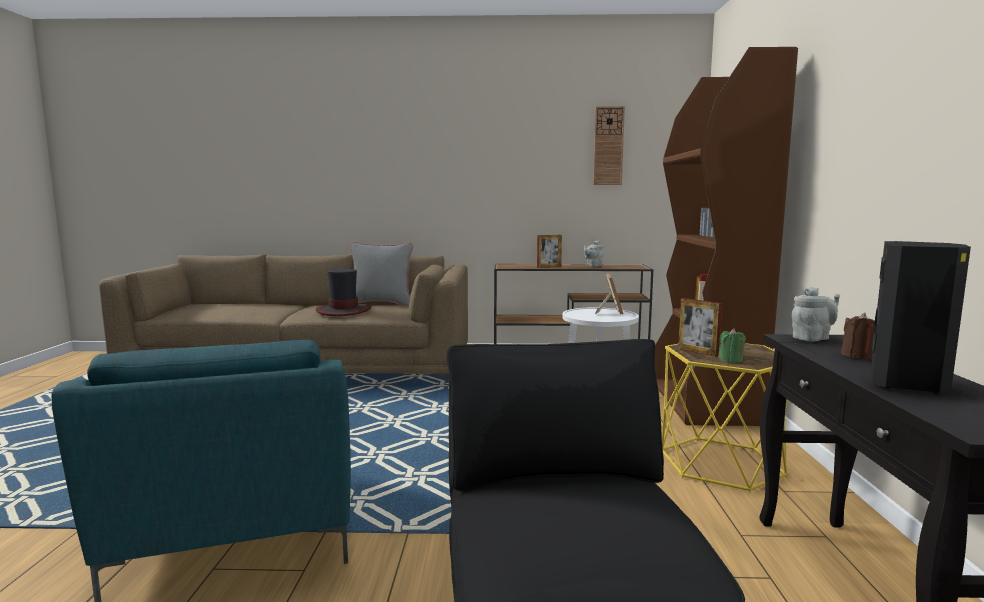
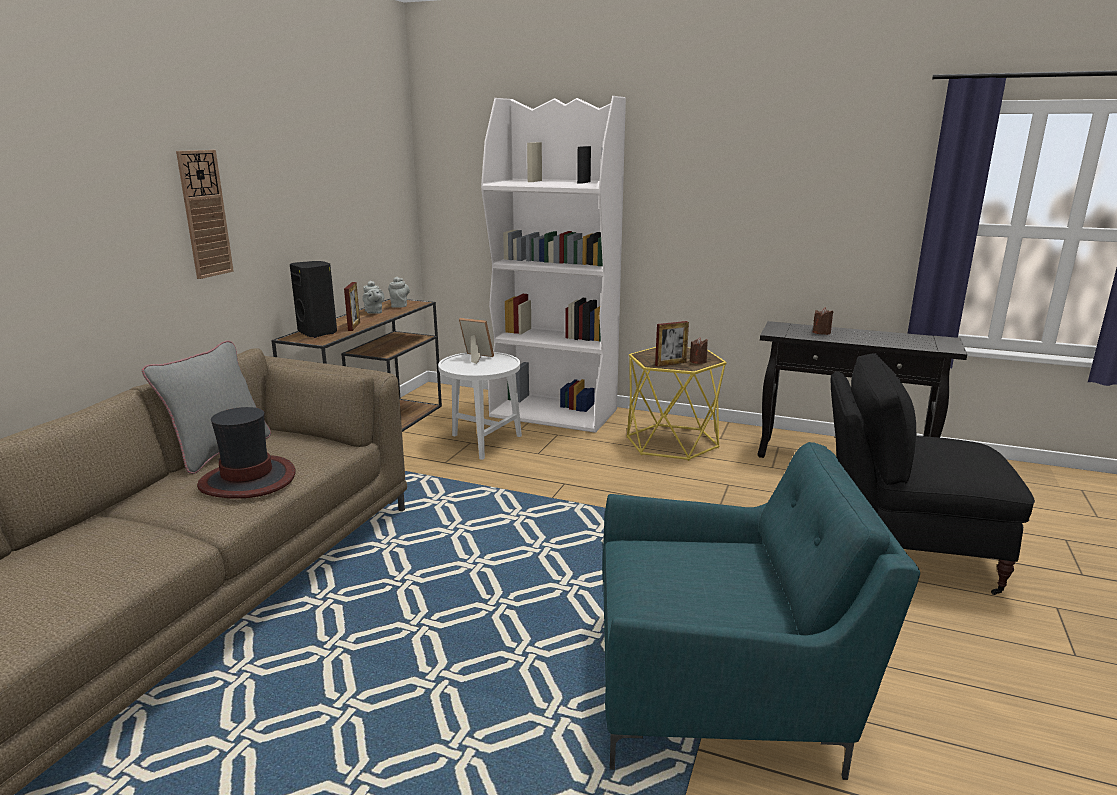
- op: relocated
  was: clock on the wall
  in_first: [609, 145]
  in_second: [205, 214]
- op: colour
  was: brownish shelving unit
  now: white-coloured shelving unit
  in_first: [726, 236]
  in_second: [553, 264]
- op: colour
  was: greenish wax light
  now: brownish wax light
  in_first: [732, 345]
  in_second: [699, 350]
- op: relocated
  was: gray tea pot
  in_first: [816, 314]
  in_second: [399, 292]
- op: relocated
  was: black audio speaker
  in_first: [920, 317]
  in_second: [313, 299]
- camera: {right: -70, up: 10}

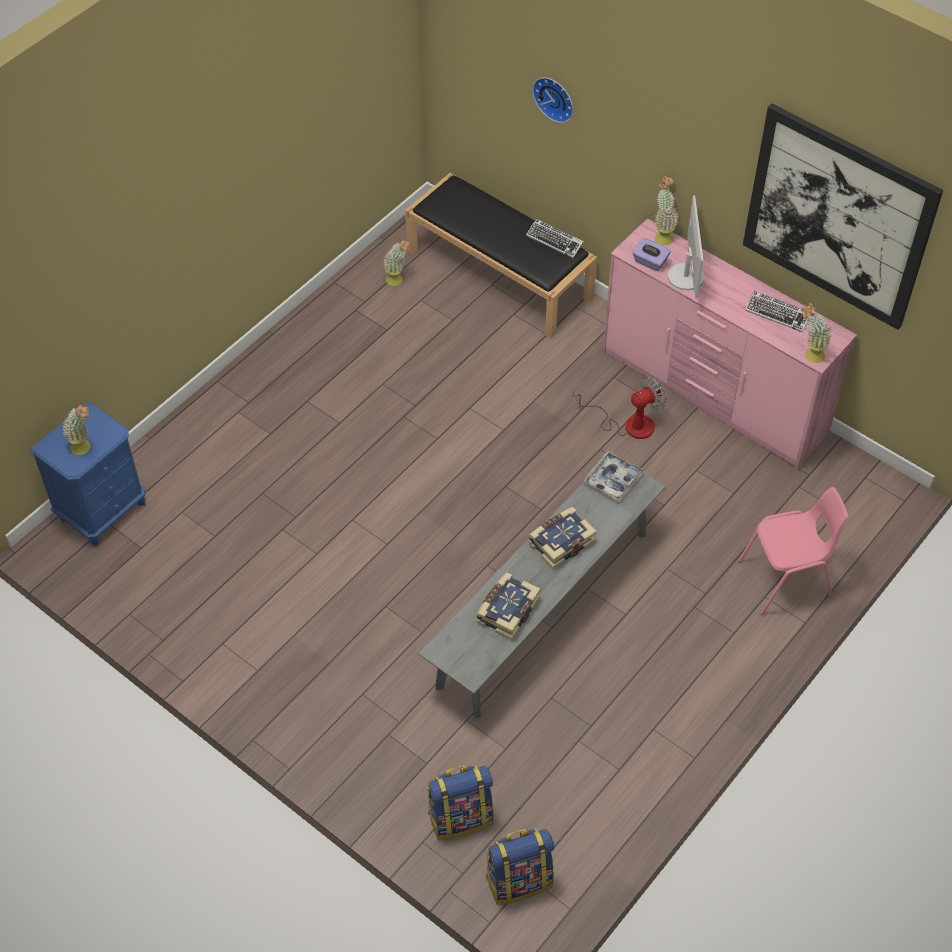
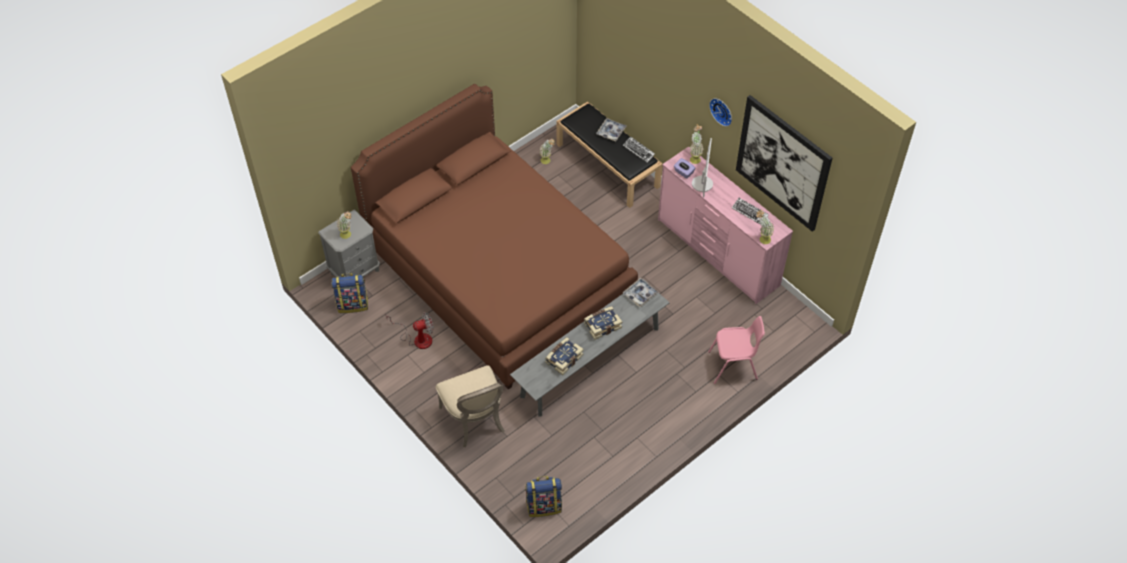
- op: colour
  was: bluish nightstand
  now: gray nightstand
  in_first: [87, 474]
  in_second: [349, 243]
- op: relocated
  was: backpack
  in_first: [461, 802]
  in_second: [349, 293]
- op: relocated
  was: clock on the wall
  in_first: [552, 100]
  in_second: [720, 112]
- op: relocated
  was: electric fan
  in_first: [620, 407]
  in_second: [409, 330]
- op: appeared
  now: brownish sleeping bed
  in_second: [494, 237]
- op: appeared
  now: beige upright chair
  in_second: [470, 406]
- op: appeared
  now: serving tray
  in_second: [611, 129]
- camera: {right: 10, up: 0}

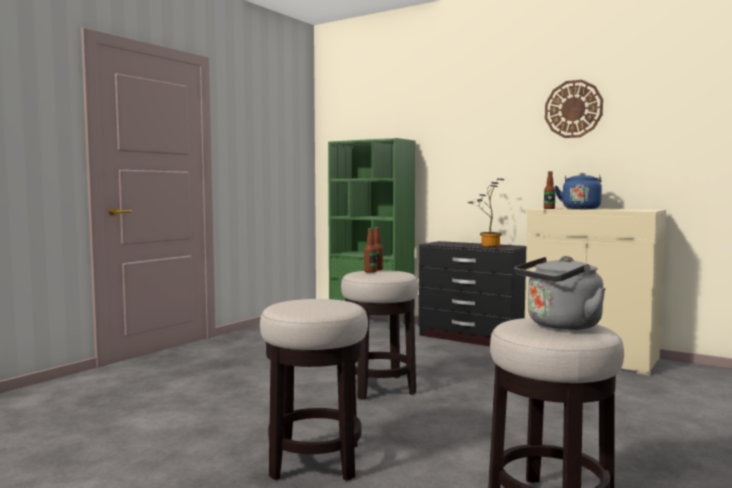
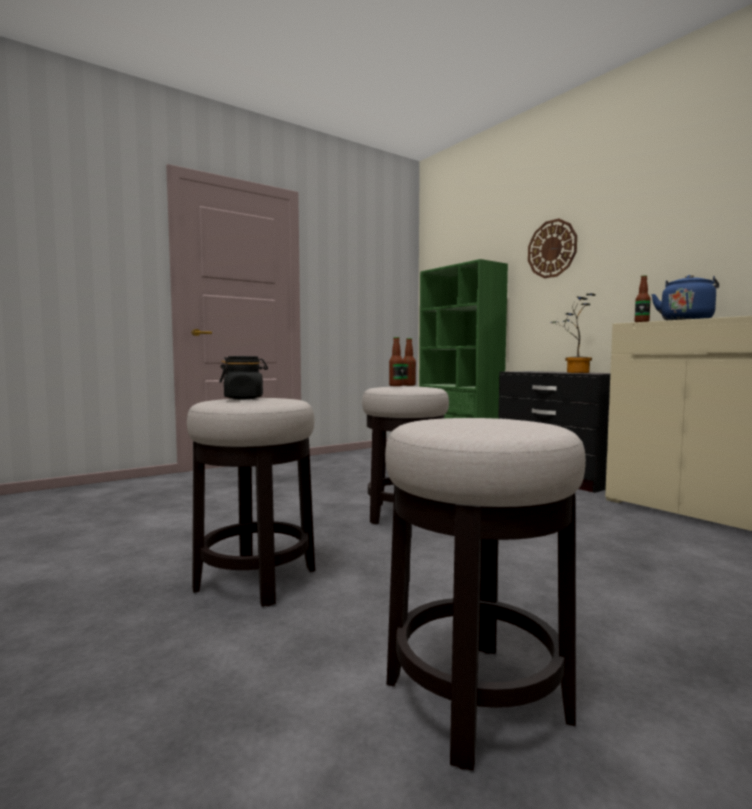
- op: missing
  was: gray water kettle
  in_first: [560, 293]
- op: relocated
  was: clock on the wall
  in_first: [574, 109]
  in_second: [552, 248]
- op: appeared
  now: black storage jar
  in_second: [243, 377]
- camera: {right: 20, up: 0}

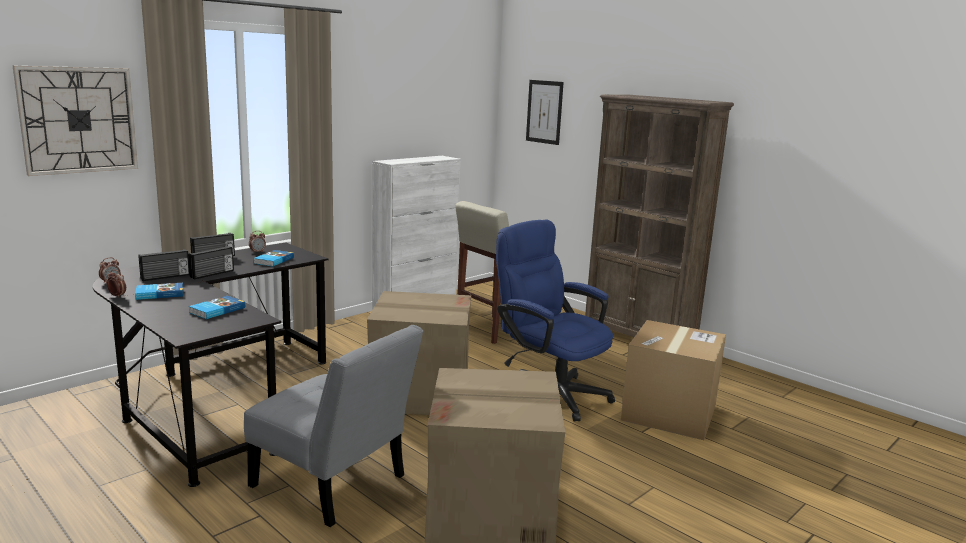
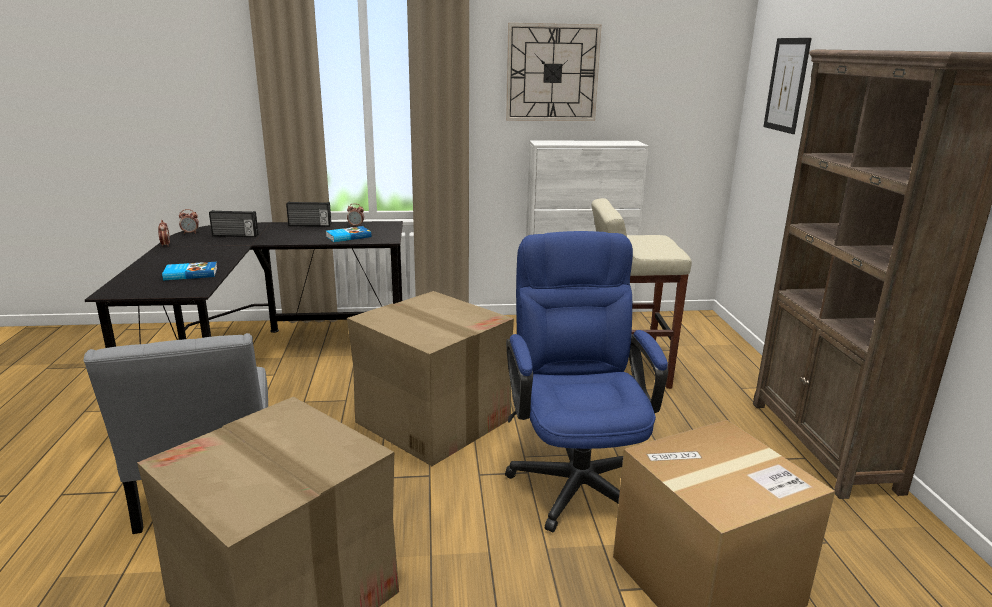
- op: relocated
  was: clock on the wall
  in_first: [75, 121]
  in_second: [554, 72]
- op: missing
  was: bound book
  in_first: [159, 291]
- op: missing
  was: radio
  in_first: [211, 262]
- camera: {right: 40, up: 5}

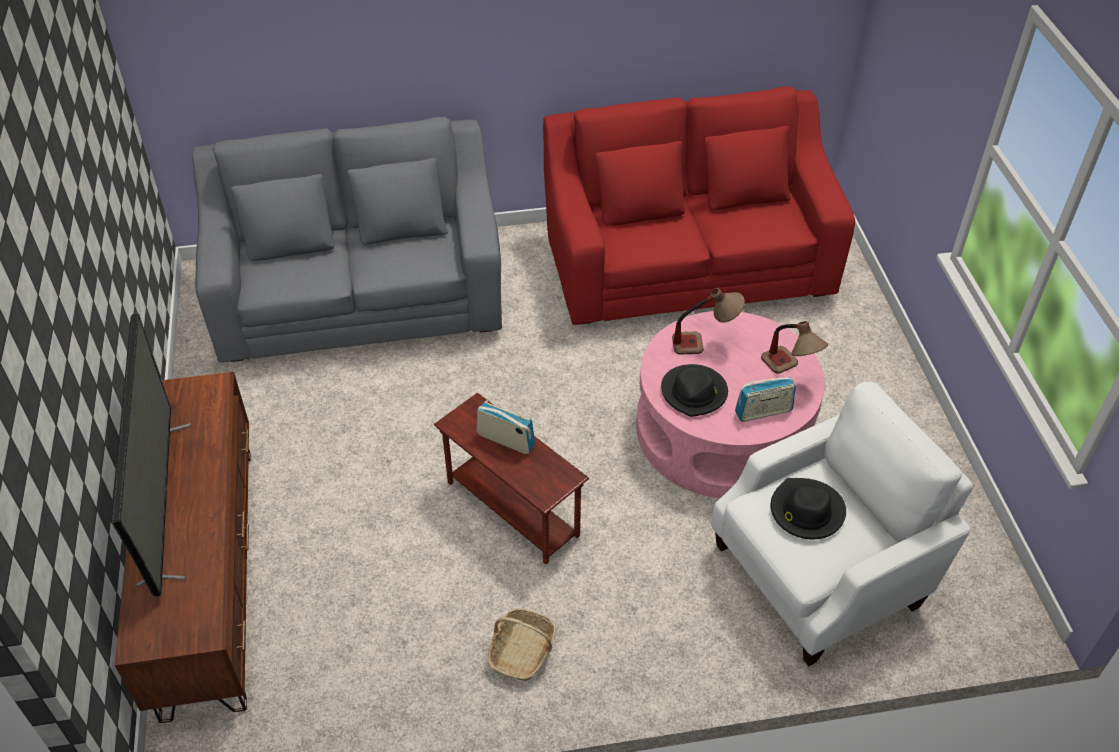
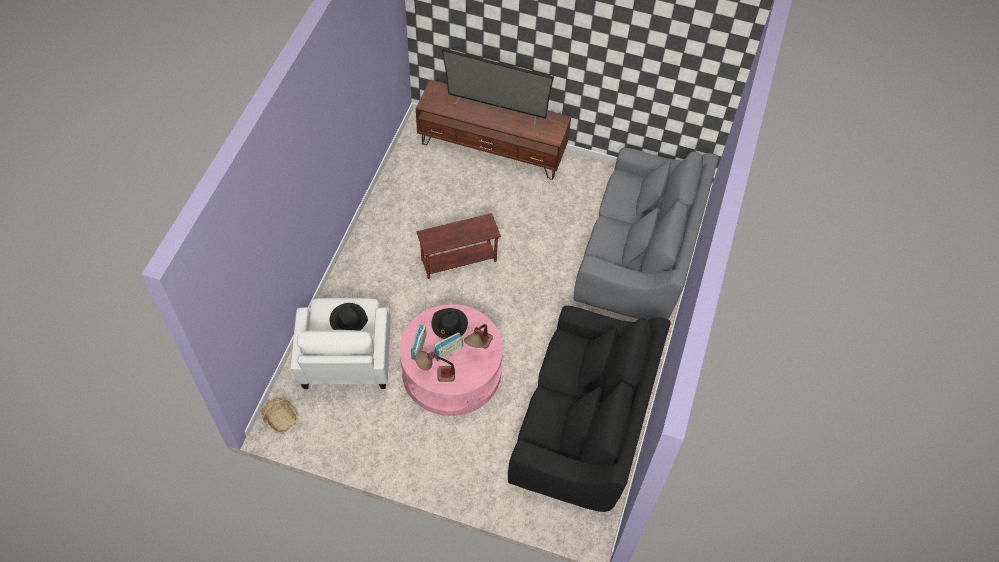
- op: relocated
  was: radio
  in_first: [506, 427]
  in_second: [449, 346]
- op: relocated
  was: household basket
  in_first: [522, 644]
  in_second: [279, 415]
- op: colour
  was: reddish couch
  now: black couch
  in_first: [699, 205]
  in_second: [589, 408]
- camera: {right: 115, up: 10}

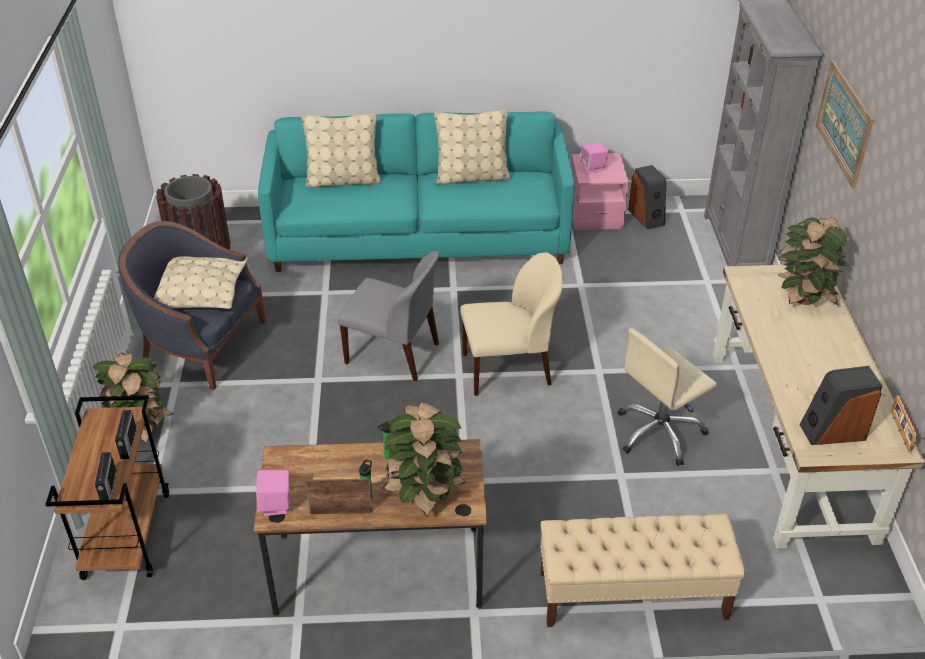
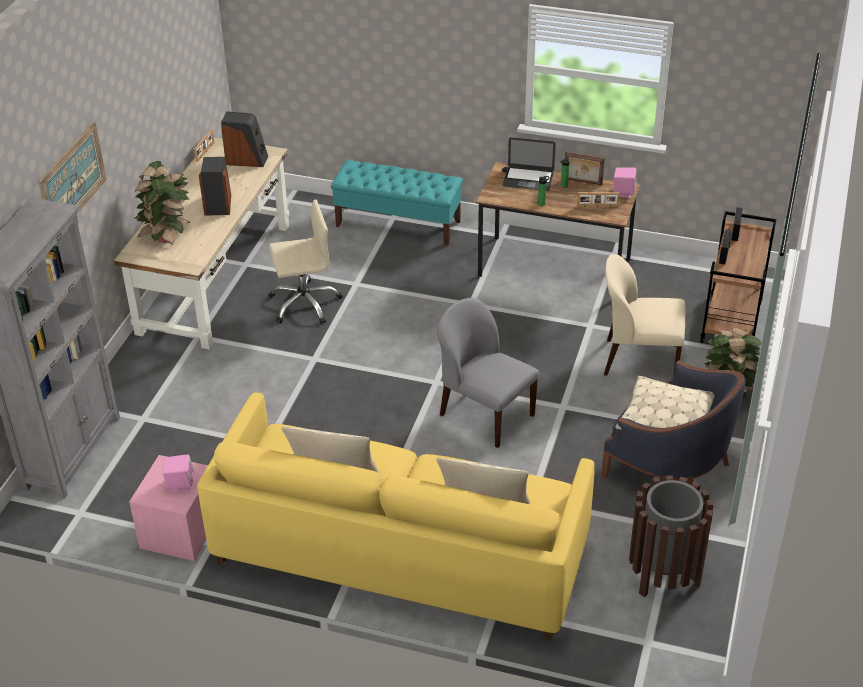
- op: colour
  was: turquoise couch
  now: yellow-coloured couch
  in_first: [416, 191]
  in_second: [395, 516]
- op: exchanged
  was: houseplant
  now: notebook computer
  in_first: [423, 459]
  in_second: [529, 164]
- op: relocated
  was: beige upright chair
  in_first: [511, 324]
  in_second: [645, 315]
- op: colour
  was: beige indoor bench
  now: turquoise indoor bench
  in_first: [643, 570]
  in_second: [397, 203]
- op: relocated
  was: audio speaker
  in_first: [647, 197]
  in_second: [215, 186]
- op: appeared
  now: picture frame
  in_second: [598, 200]
- camera: {right: -160, up: 0}

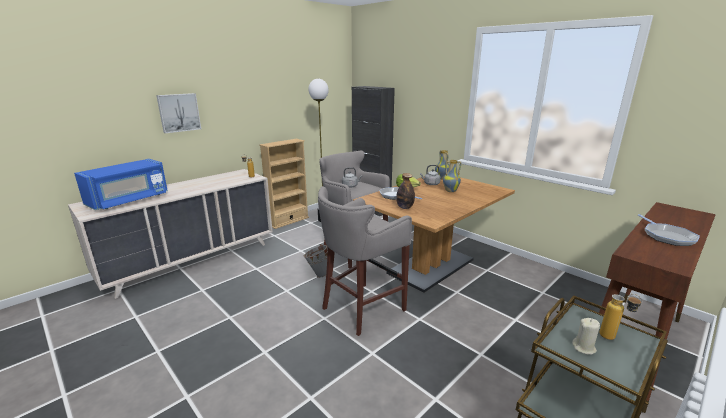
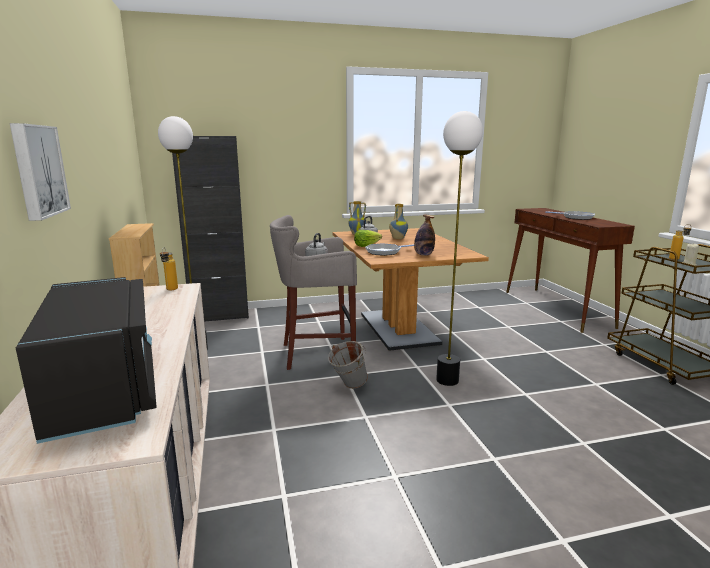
- op: colour
  was: bluish microwave
  now: black microwave
  in_first: [121, 184]
  in_second: [86, 360]
- op: exchanged
  was: gray sitting stool
  now: standing lamp
  in_first: [365, 261]
  in_second: [459, 248]
- camera: {right: -60, up: -5}

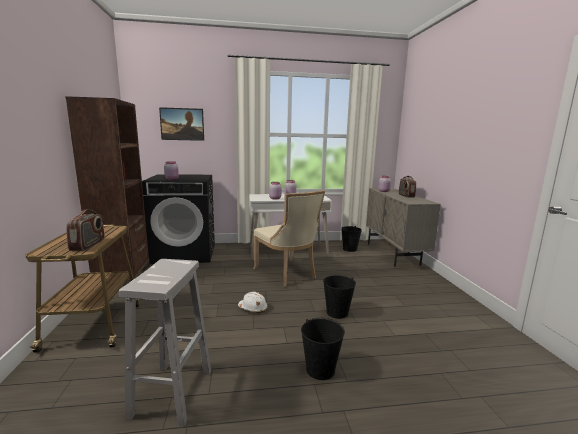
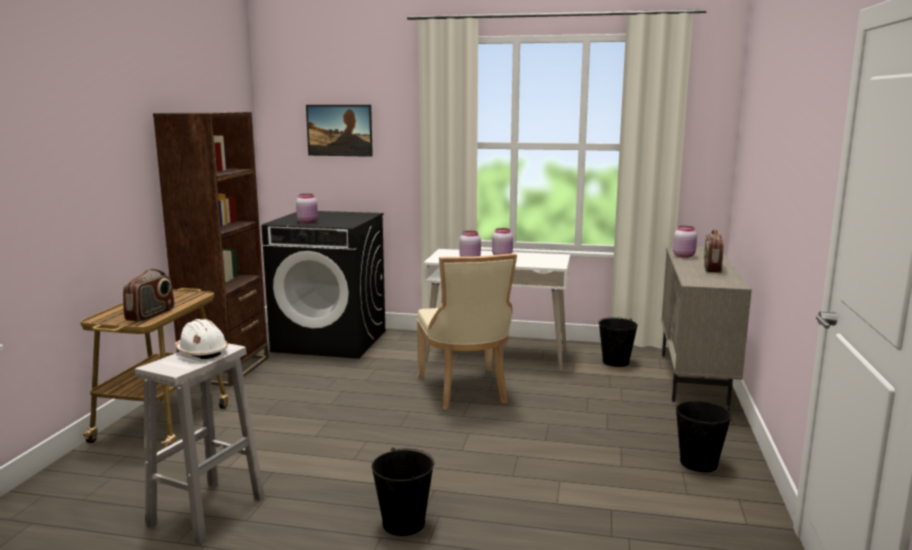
- op: relocated
  was: white-coloured work helmet
  in_first: [253, 302]
  in_second: [201, 339]
- op: relocated
  was: black water bucket
  in_first: [339, 297]
  in_second: [704, 436]
- camera: {right: 20, up: 0}

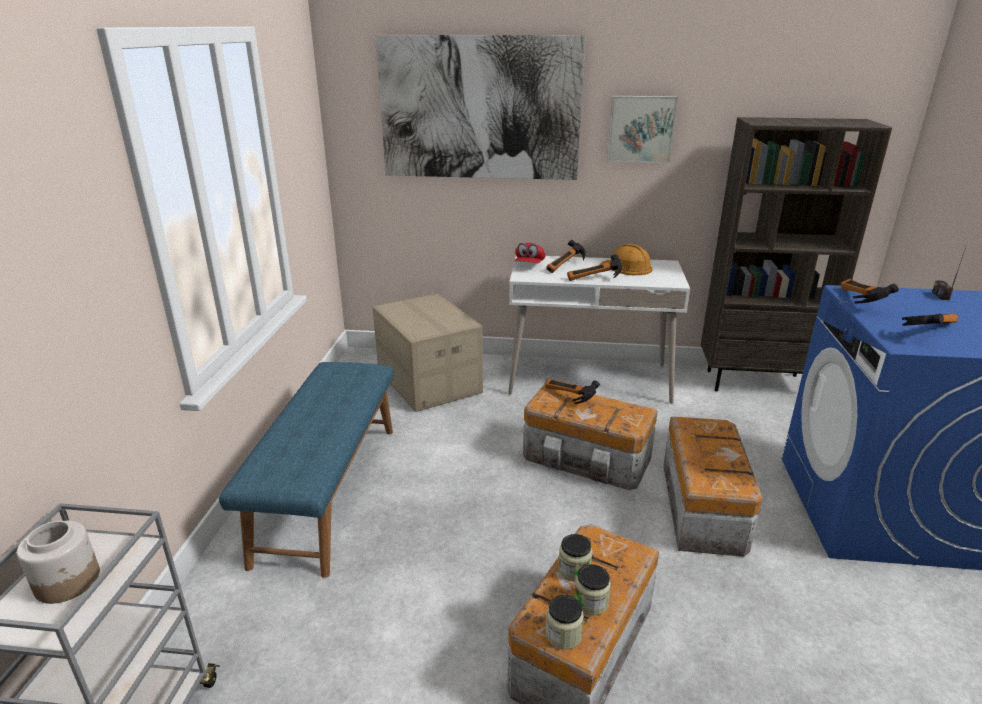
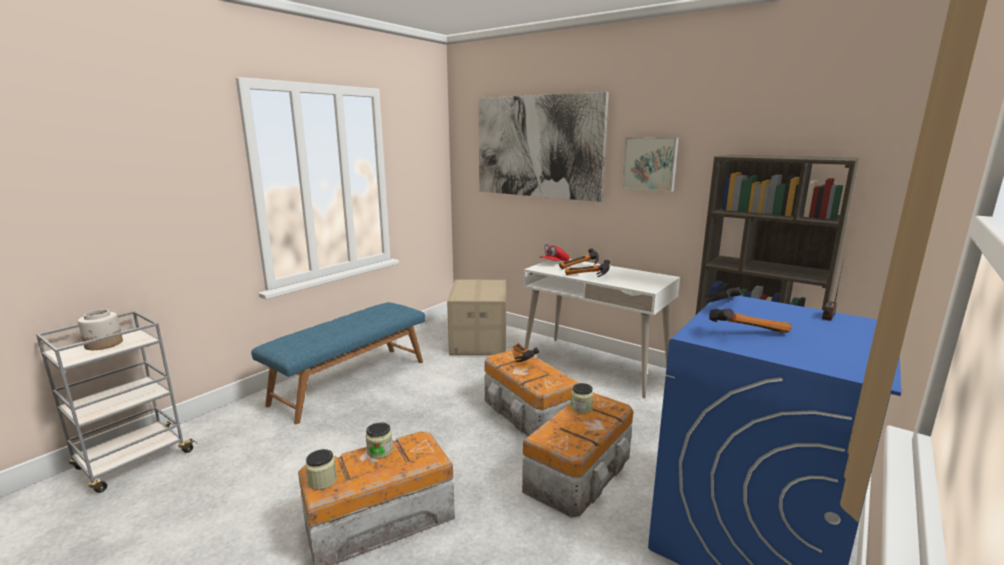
- op: relocated
  was: storage jar
  in_first: [592, 590]
  in_second: [582, 398]
- op: missing
  was: orange-coloured work helmet
  in_first: [626, 259]
- camera: {right: 30, up: -10}

